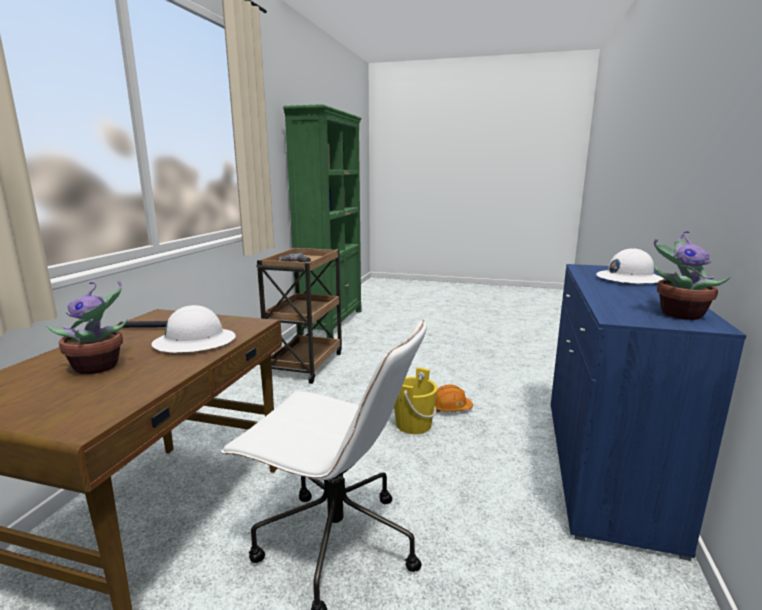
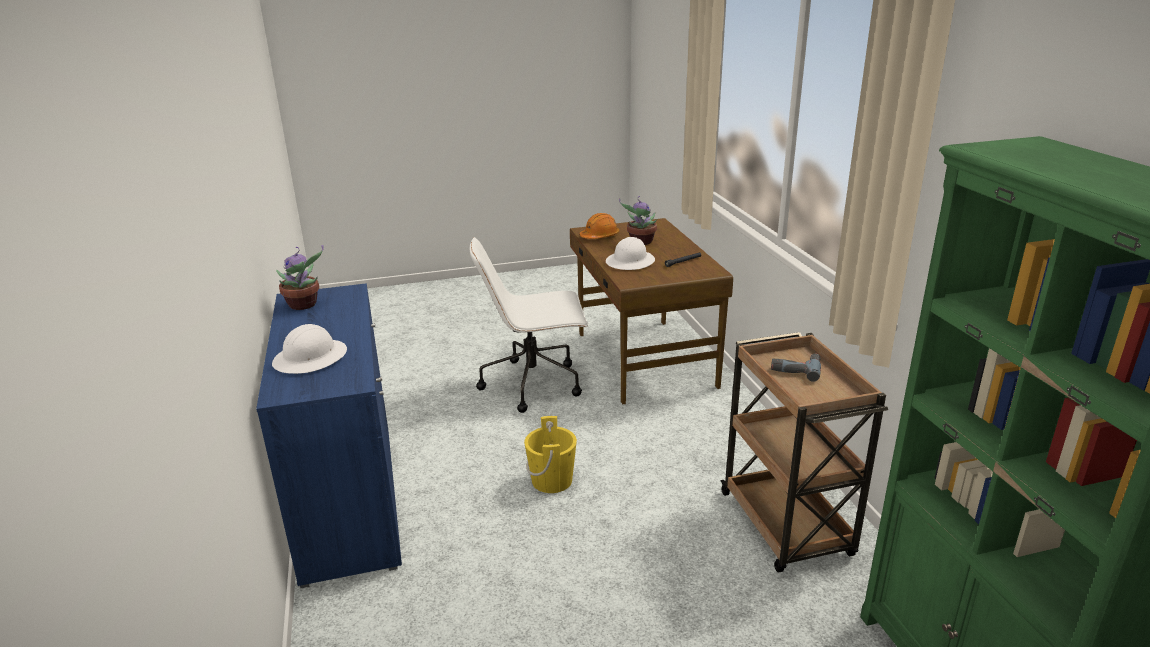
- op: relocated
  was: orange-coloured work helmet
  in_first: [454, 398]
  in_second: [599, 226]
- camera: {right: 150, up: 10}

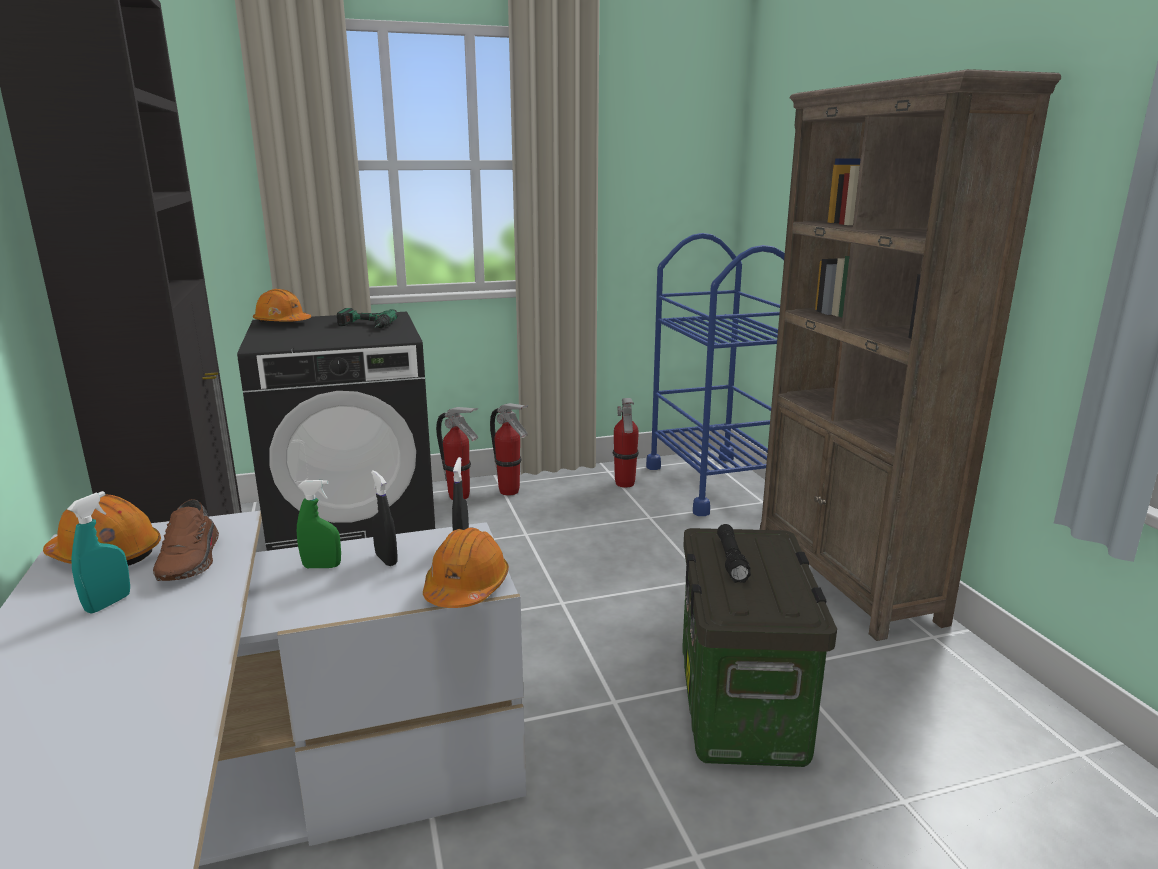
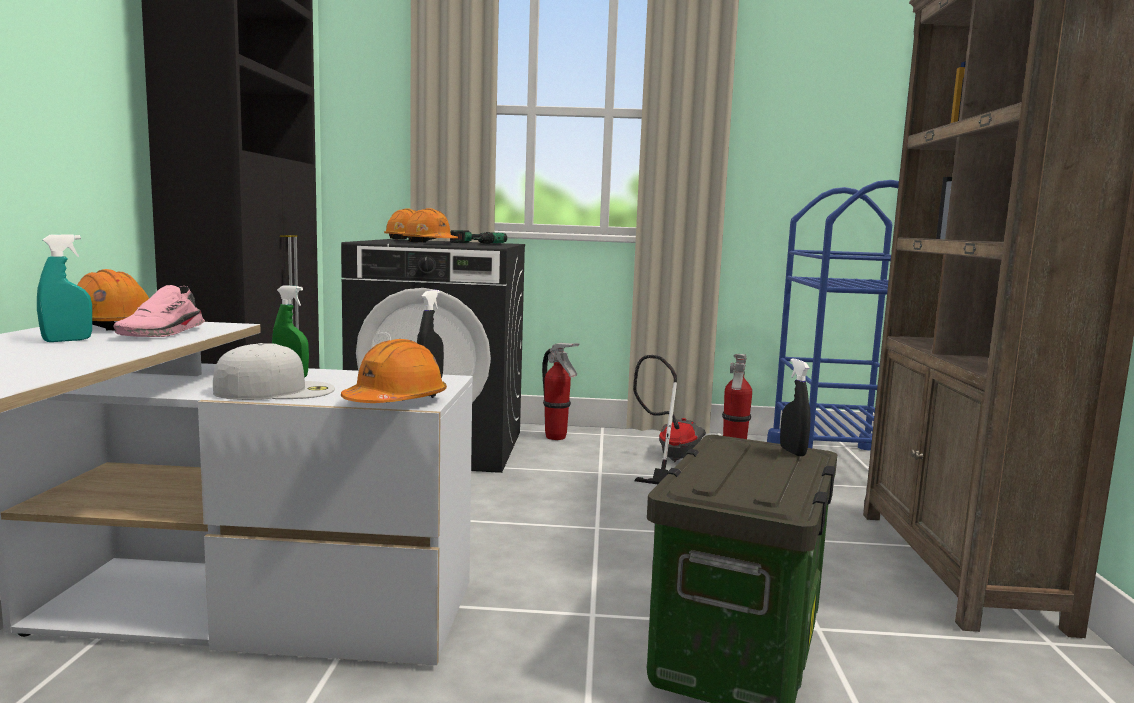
- op: colour
  was: brownish shoe
  now: pinkish shoe
  in_first: [186, 540]
  in_second: [159, 311]
- op: relocated
  was: black sprayer
  in_first: [384, 518]
  in_second: [795, 407]
- op: missing
  was: extinguisher
  in_first: [509, 449]
- op: missing
  was: black torch
  in_first: [734, 553]
- op: appeared
  now: white-coloured cap
  in_second: [274, 371]
- op: appeared
  now: orange-coloured work helmet
  in_second: [430, 225]
- op: appeared
  now: vacuum cleaner
  in_second: [669, 419]
- camera: {right: 20, up: -10}

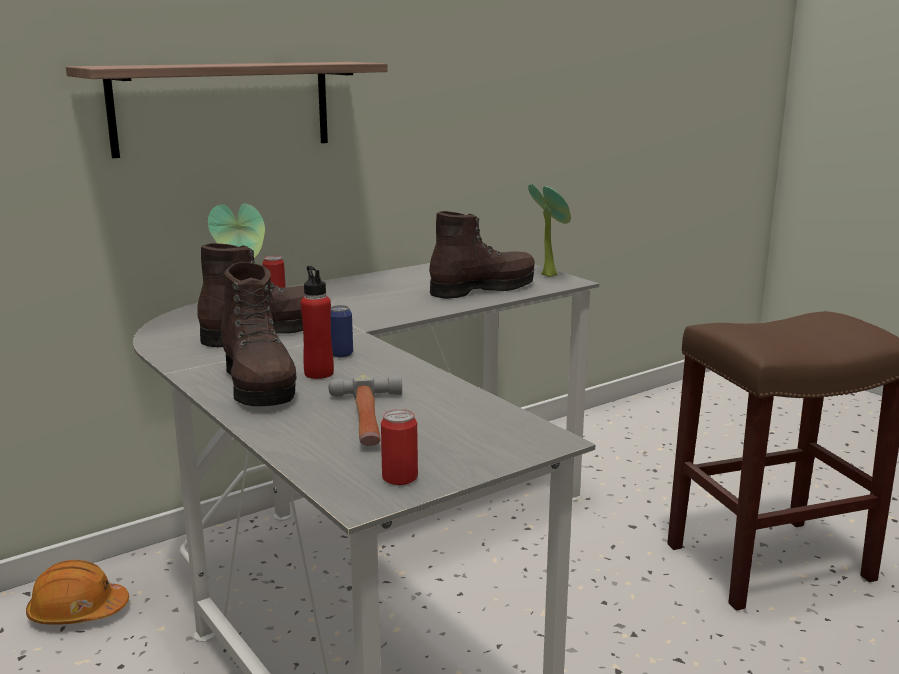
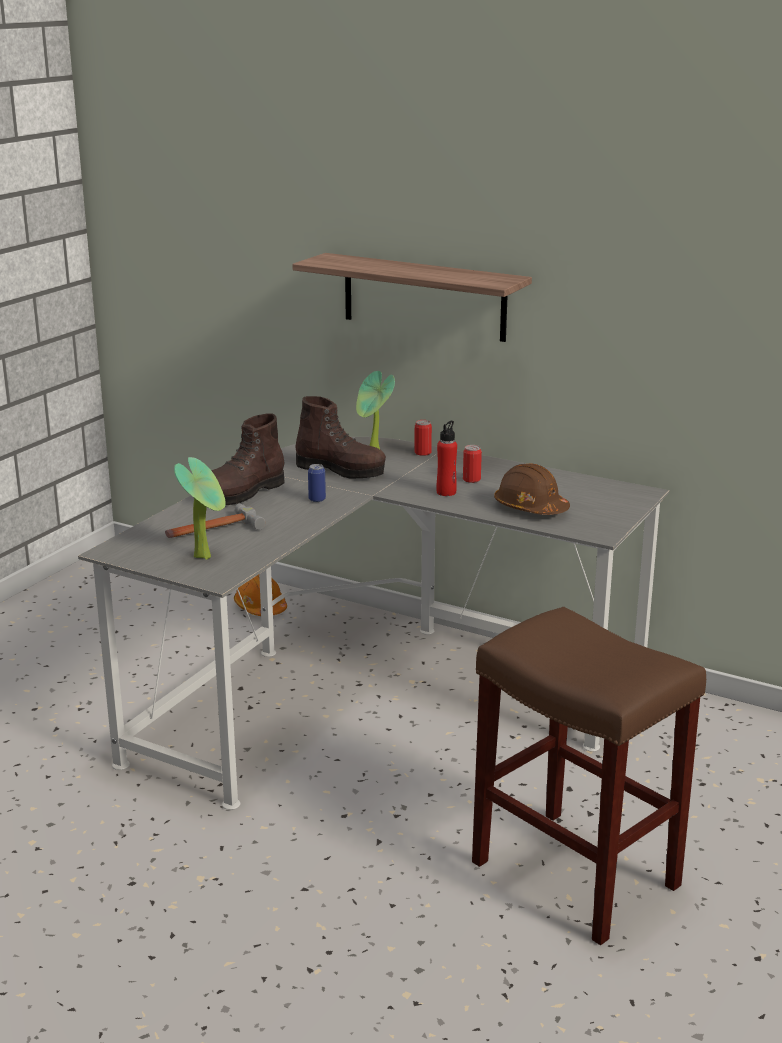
- op: relocated
  was: reddish beverage bottle
  in_first: [317, 322]
  in_second: [446, 458]
- op: relocated
  was: sealed can
  in_first: [399, 447]
  in_second: [472, 464]
- op: exchanged
  was: brownish tall boot
  now: brownish work helmet
  in_first: [482, 255]
  in_second: [532, 489]
- op: relocated
  was: houseplant
  in_first: [549, 230]
  in_second: [200, 508]
- camera: {right: 65, up: 5}

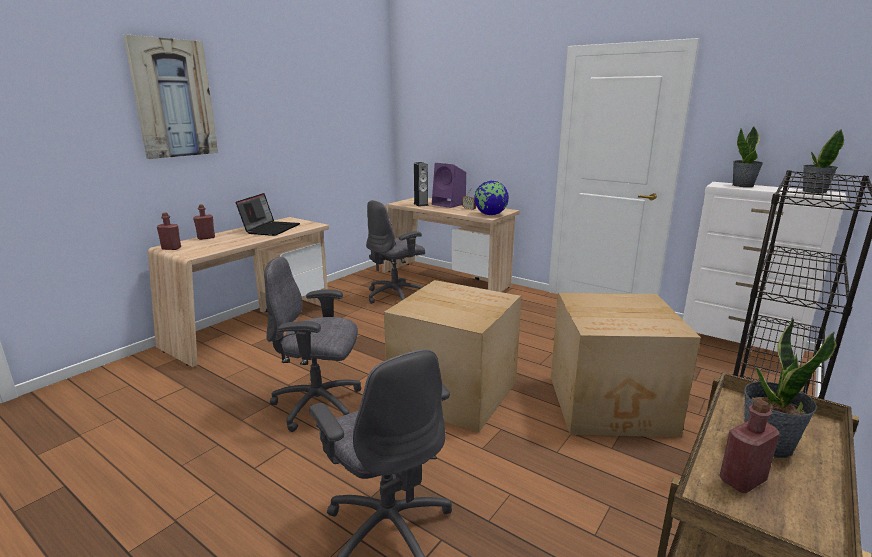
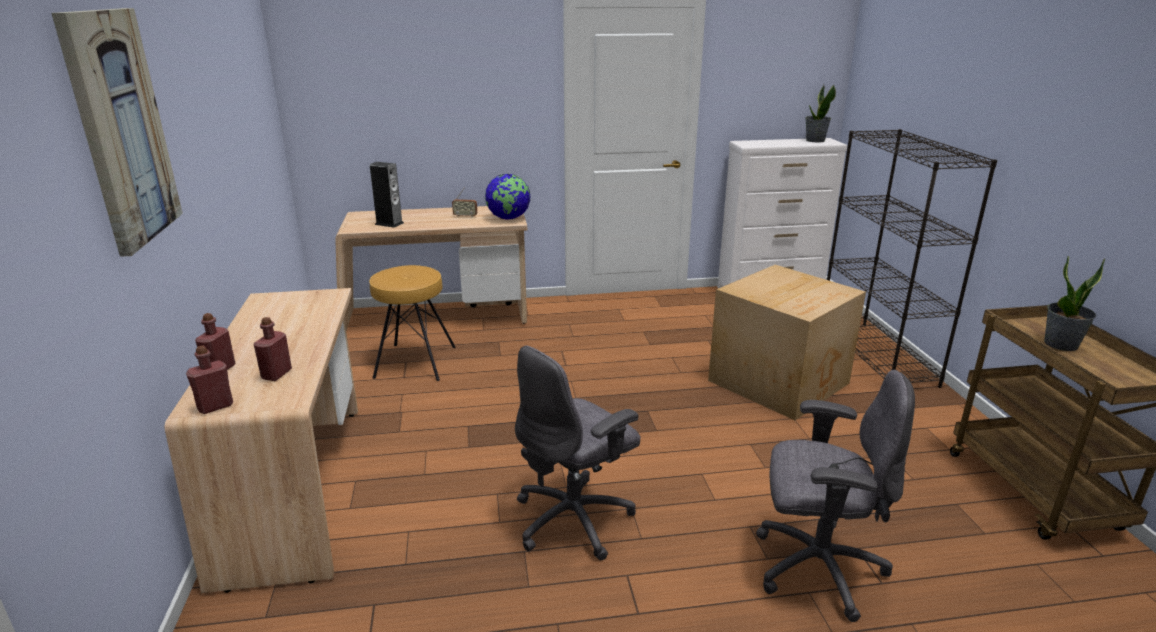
- op: missing
  was: notebook computer
  in_first: [268, 214]
- op: exchanged
  was: gray office chair
  now: brownish sitting stool
  in_first: [395, 252]
  in_second: [412, 323]
- op: missing
  was: packing box
  in_first: [452, 356]
- op: missing
  was: purple-coloured audio speaker
  in_first: [449, 185]
- op: relocated
  was: reddish beverage bottle
  in_first: [749, 446]
  in_second: [273, 349]
- op: missing
  was: houseplant
  in_first: [748, 156]
- camera: {right: -45, up: 5}

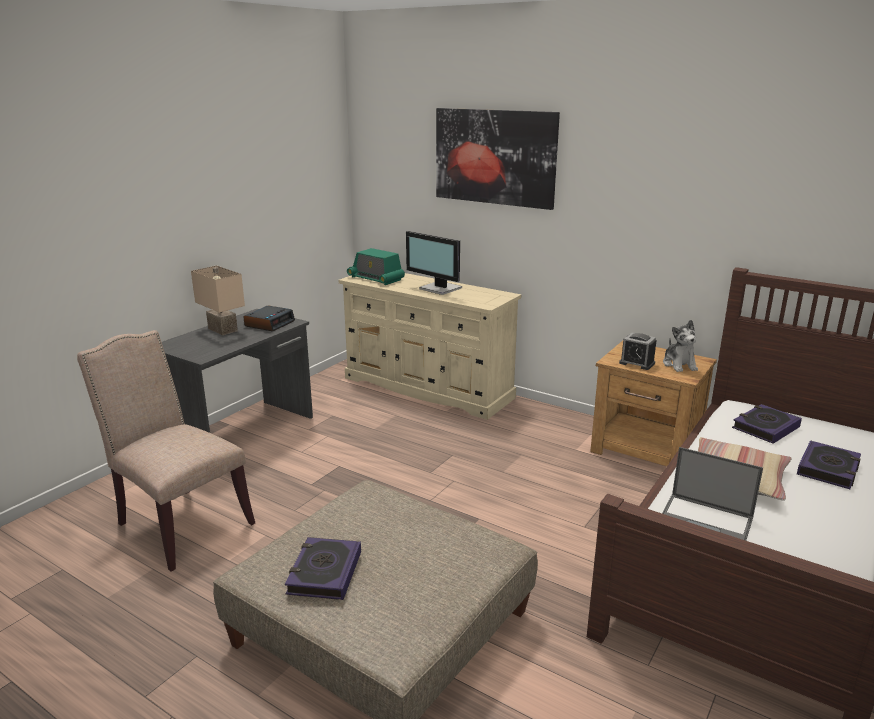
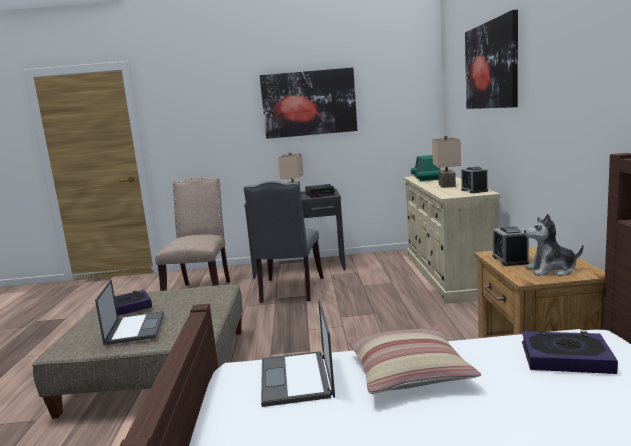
- op: exchanged
  was: computer display
  now: beige tabletop lamp
  in_first: [434, 263]
  in_second: [446, 162]
- op: spun
  was: cuddly toy
  in_first: [680, 346]
  in_second: [553, 245]
  clockwise: 45
- op: missing
  was: bound book
  in_first: [829, 464]
- op: appeared
  now: notebook computer
  in_second: [129, 312]
- op: appeared
  now: gray upright chair
  in_second: [284, 242]
- op: appeared
  now: wall art
  in_second: [309, 103]
- op: appeared
  now: alarm clock
  in_second: [474, 180]
- camera: {right: 55, up: -10}

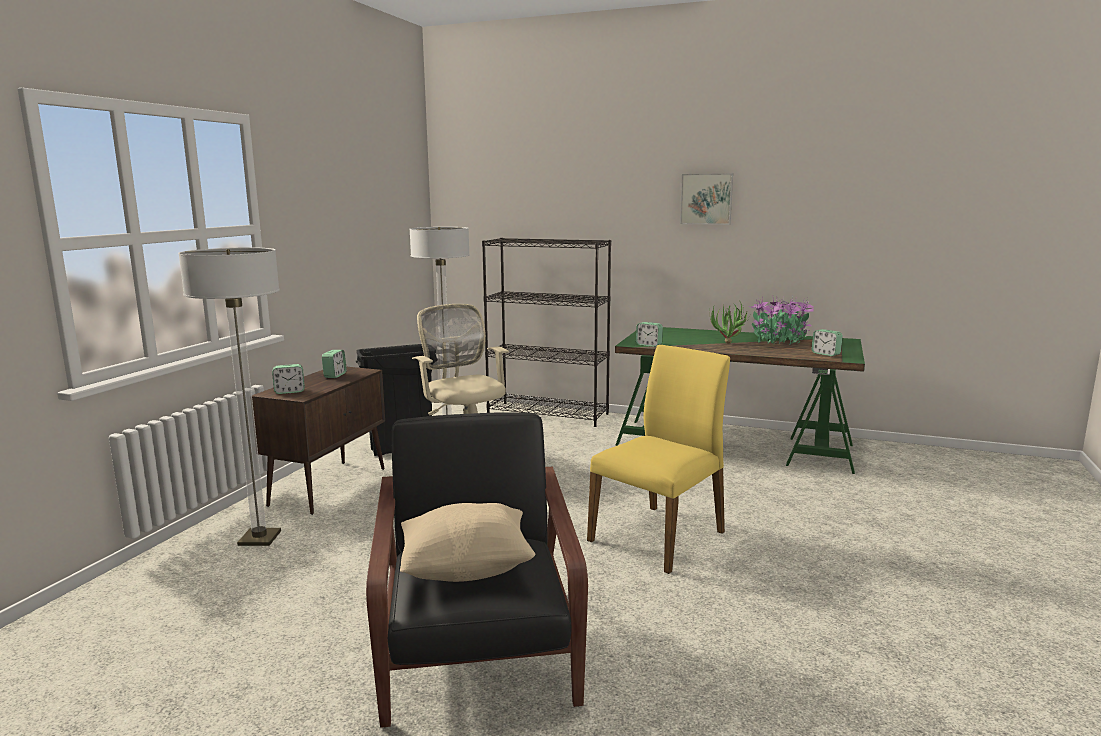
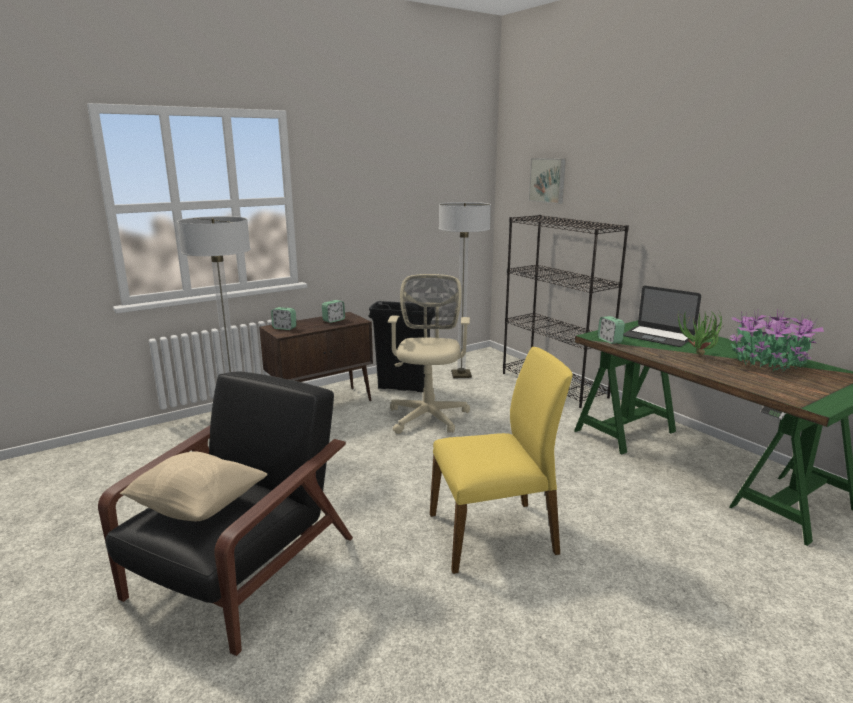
- op: relocated
  was: wall art
  in_first: [706, 199]
  in_second: [547, 181]
- op: missing
  was: alarm clock
  in_first: [827, 342]
- op: appeared
  now: notebook computer
  in_second: [662, 316]
- camera: {right: 35, up: 5}

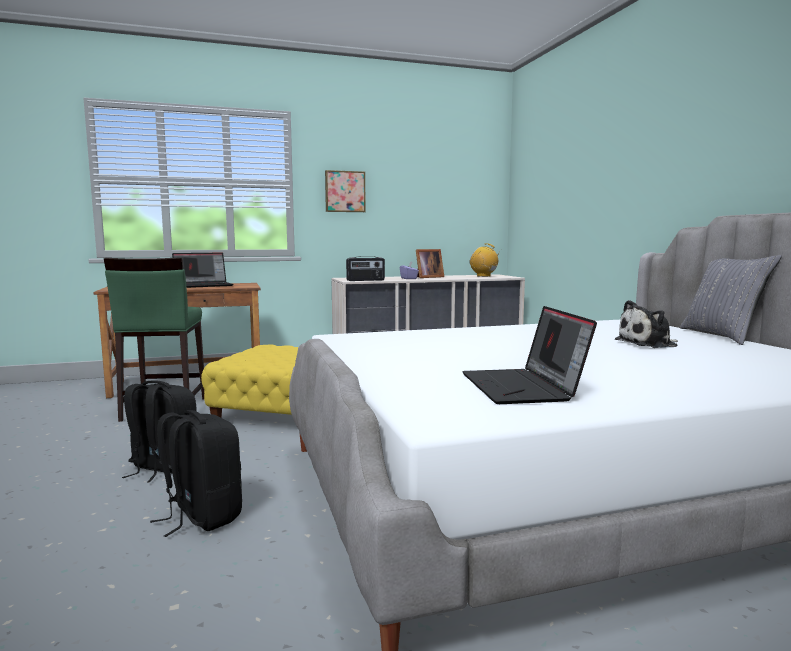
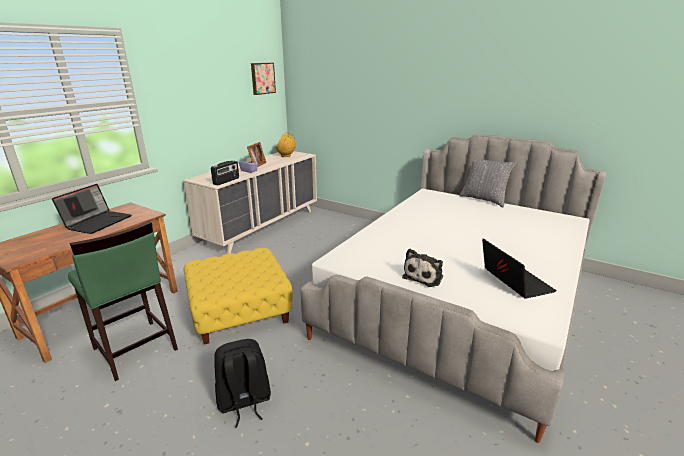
- op: missing
  was: black backpack
  in_first: [196, 473]
- op: relocated
  was: wall art
  in_first: [345, 191]
  in_second: [263, 79]
- op: spun
  was: notebook computer
  in_first: [529, 355]
  in_second: [519, 268]
  clockwise: -150
- op: relocated
  was: cuddly toy
  in_first: [646, 324]
  in_second: [422, 268]
- camera: {right: -40, up: 15}

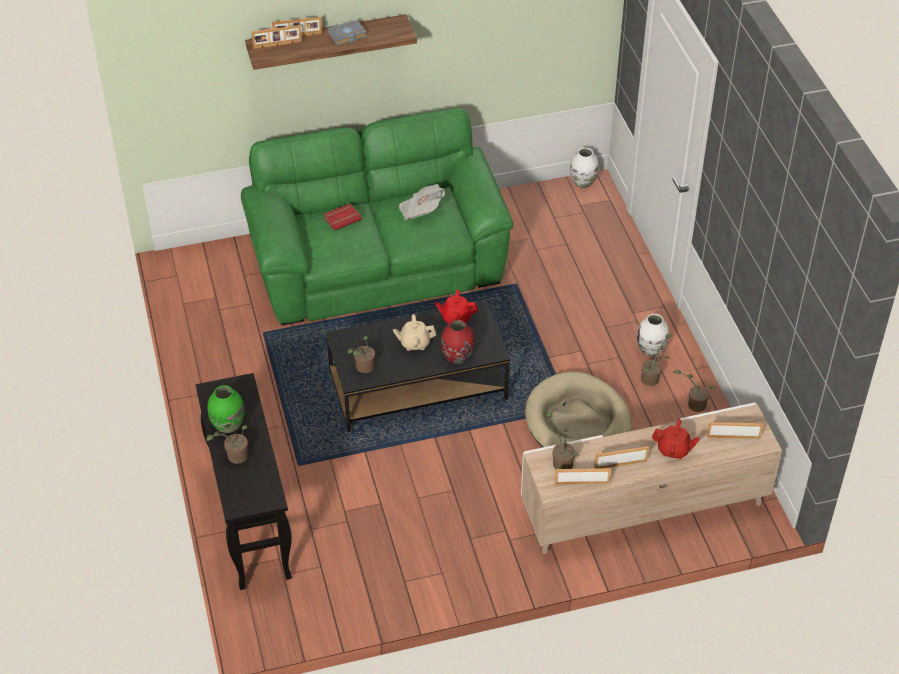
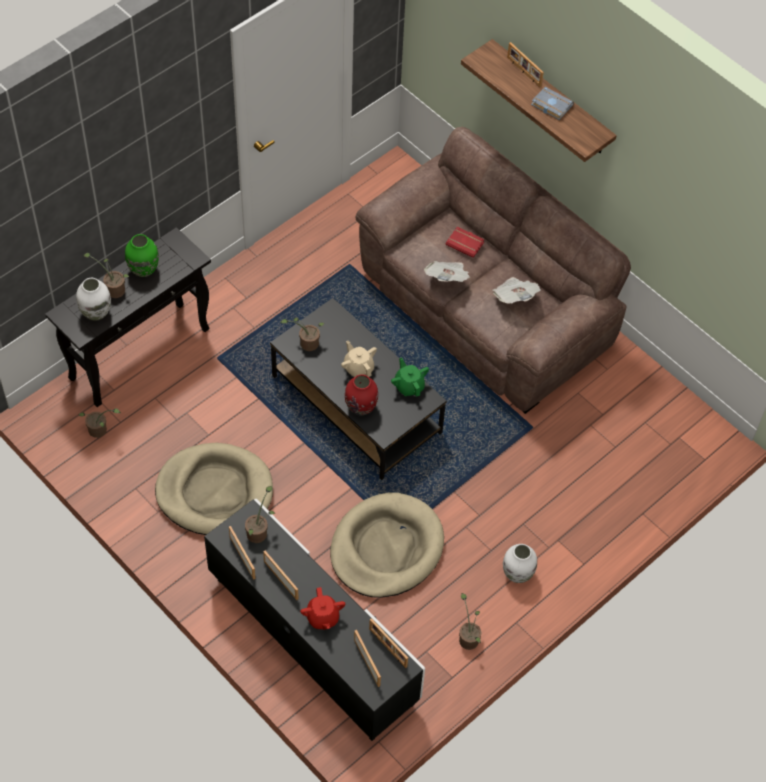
- op: colour
  was: greenish couch
  now: brownish couch
  in_first: [377, 216]
  in_second: [493, 270]
- op: relocated
  was: picture frame
  in_first: [276, 37]
  in_second: [388, 643]
- op: colour
  was: reddish tea pot
  now: greenish tea pot
  in_first: [456, 306]
  in_second: [410, 377]
- op: colour
  was: beige tv stand
  now: black tv stand
  in_first: [651, 478]
  in_second: [314, 619]
- op: relocated
  was: white-coloured decorative vase
  in_first: [584, 168]
  in_second: [93, 299]
- op: relocated
  was: houseplant
  in_first: [656, 360]
  in_second: [99, 423]
- op: appeared
  now: beige pet bed
  in_second: [214, 489]
- op: appeared
  now: daily paper
  in_second: [447, 271]
- camera: {right: 60, up: 10}

